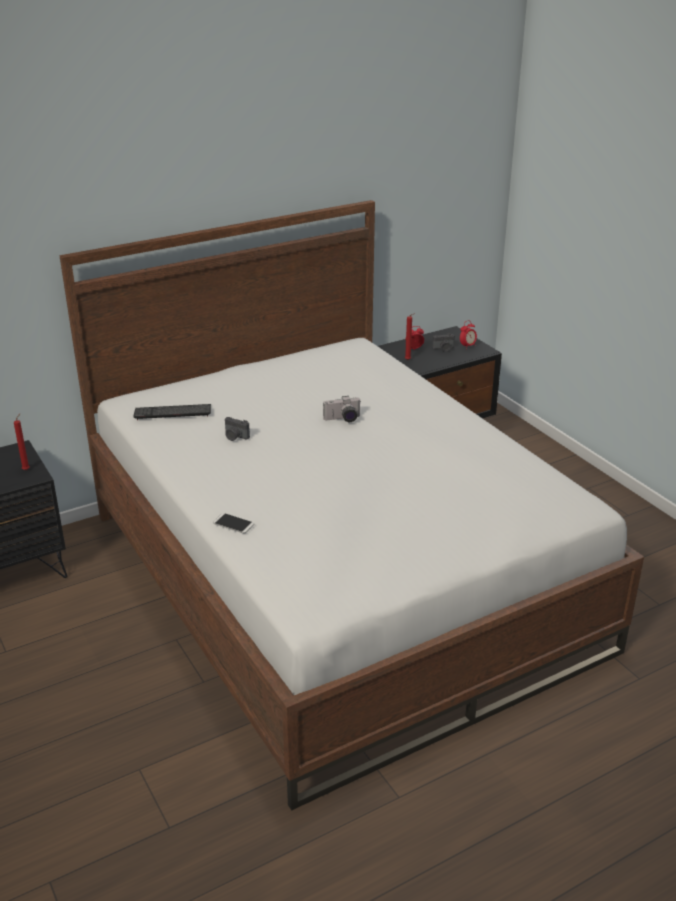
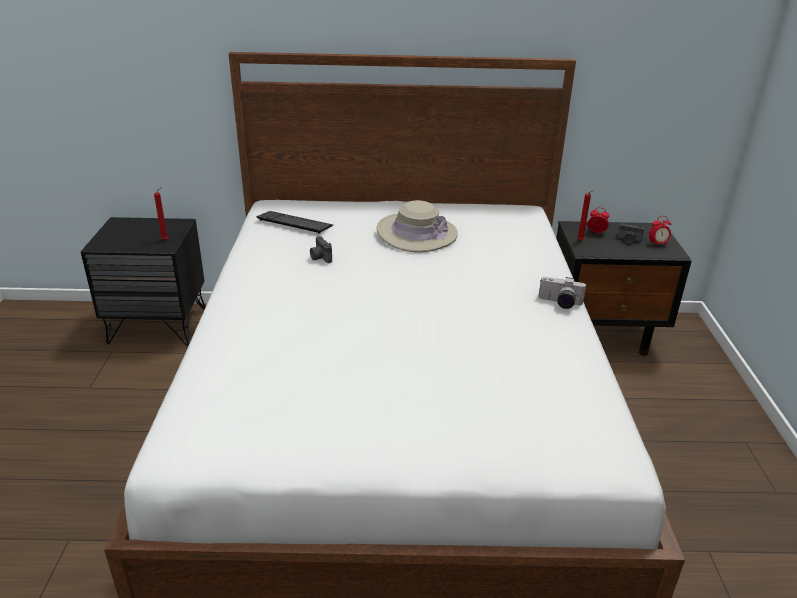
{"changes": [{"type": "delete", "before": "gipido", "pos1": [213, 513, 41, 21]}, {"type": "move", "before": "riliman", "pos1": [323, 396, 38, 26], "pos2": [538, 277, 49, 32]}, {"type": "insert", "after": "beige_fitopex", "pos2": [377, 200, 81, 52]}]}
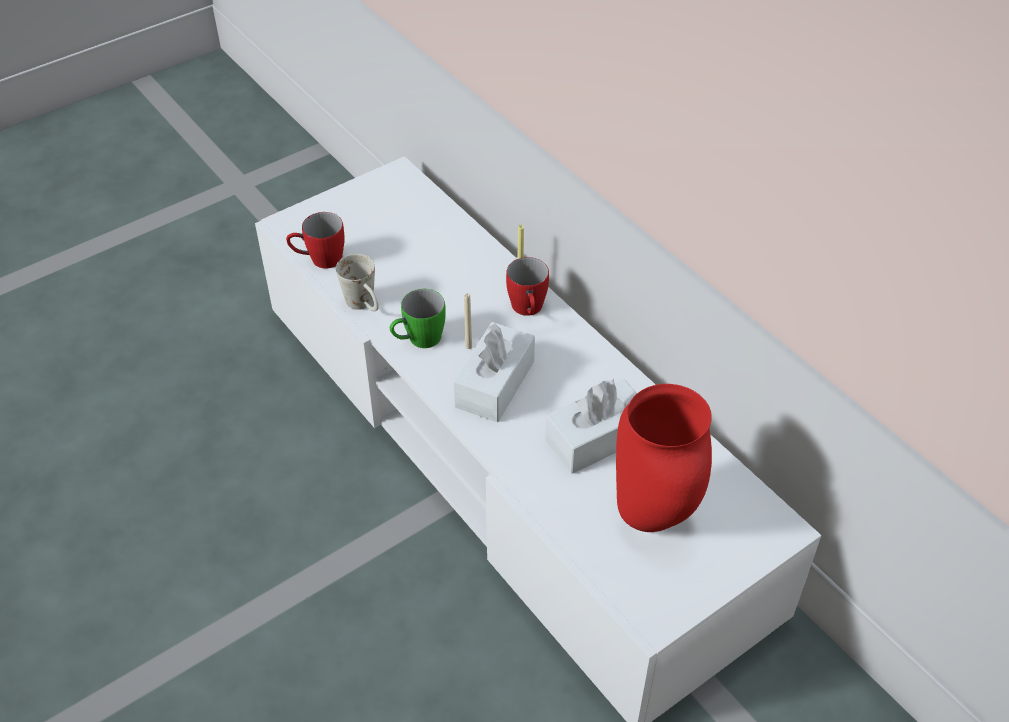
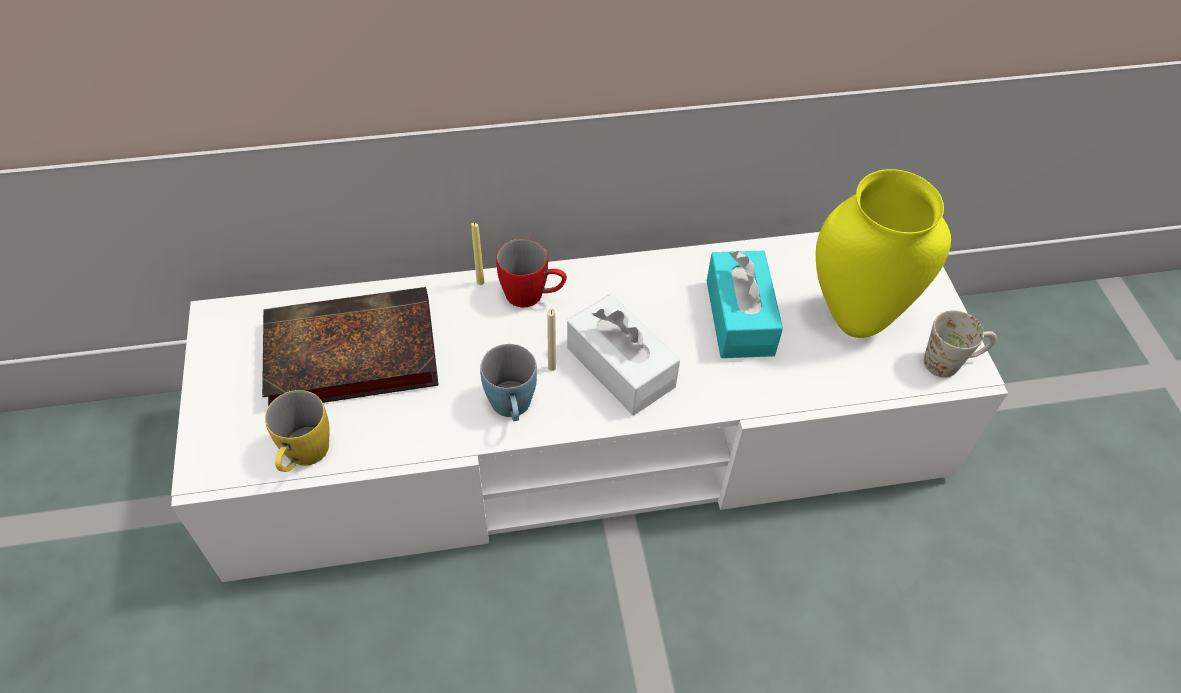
{"changes": [{"type": "recolor", "before": "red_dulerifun", "after": "yellow_dulerifun", "pos1": [286, 212, 59, 56], "pos2": [265, 390, 65, 82]}, {"type": "move", "before": "white_dulerifun", "pos1": [336, 254, 43, 57], "pos2": [924, 310, 73, 68]}, {"type": "recolor", "before": "green_dulerifun", "after": "blue_dulerifun", "pos1": [390, 289, 56, 59], "pos2": [480, 344, 57, 78]}, {"type": "recolor", "before": "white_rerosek", "after": "turquoise_rerosek", "pos1": [545, 379, 92, 95], "pos2": [707, 251, 76, 107]}, {"type": "recolor", "before": "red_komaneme", "after": "yellow_komaneme", "pos1": [616, 384, 96, 148], "pos2": [816, 169, 135, 169]}, {"type": "insert", "after": "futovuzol", "pos2": [262, 287, 177, 120]}]}
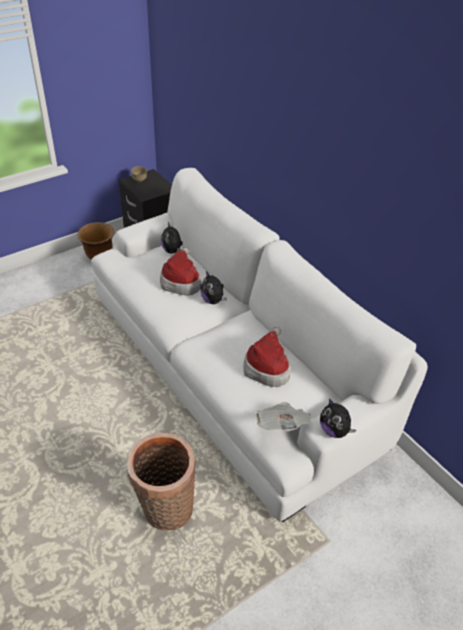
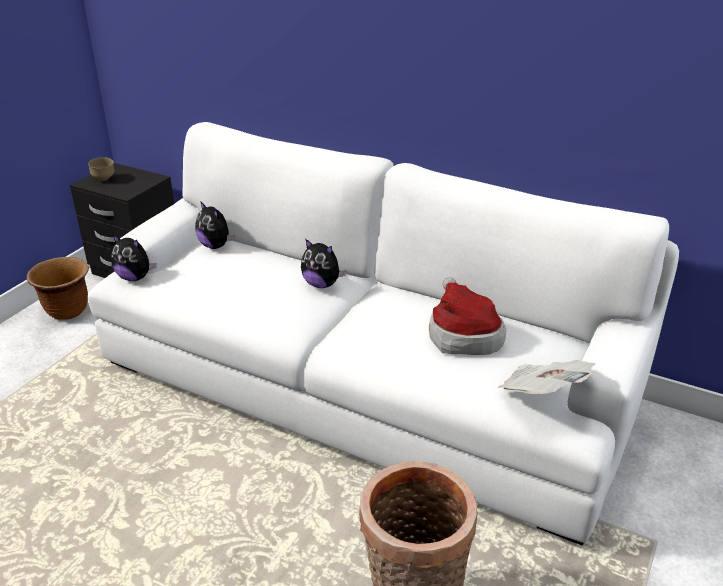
{"changes": [{"type": "delete", "before": "fitopex", "pos1": [160, 247, 41, 49]}, {"type": "move", "before": "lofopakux", "pos1": [320, 399, 36, 39], "pos2": [111, 234, 46, 47]}]}
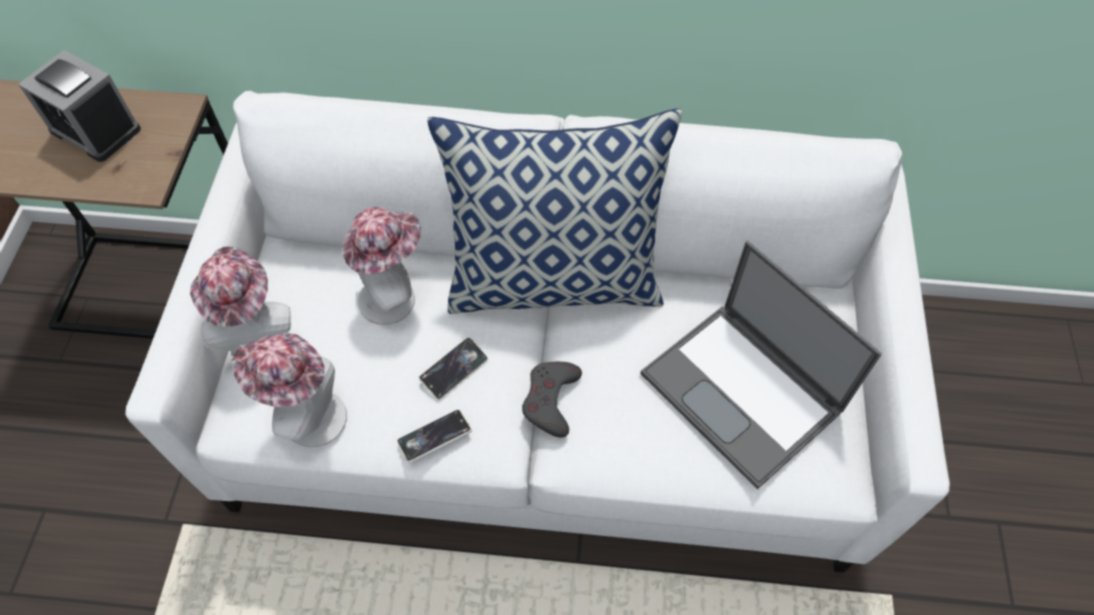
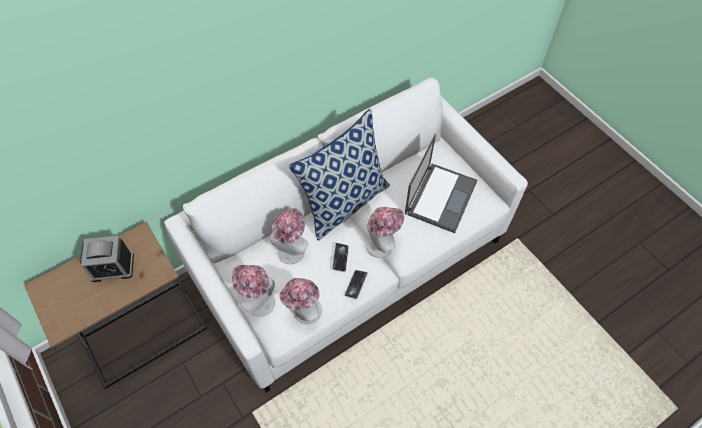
{"changes": [{"type": "replace", "before": "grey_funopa", "after": "fitopex", "pos1": [522, 362, 60, 76], "pos2": [367, 207, 37, 51]}, {"type": "rotate", "before": "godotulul", "pos1": [640, 241, 242, 248], "pos2": [405, 134, 72, 99], "turn": -75}]}
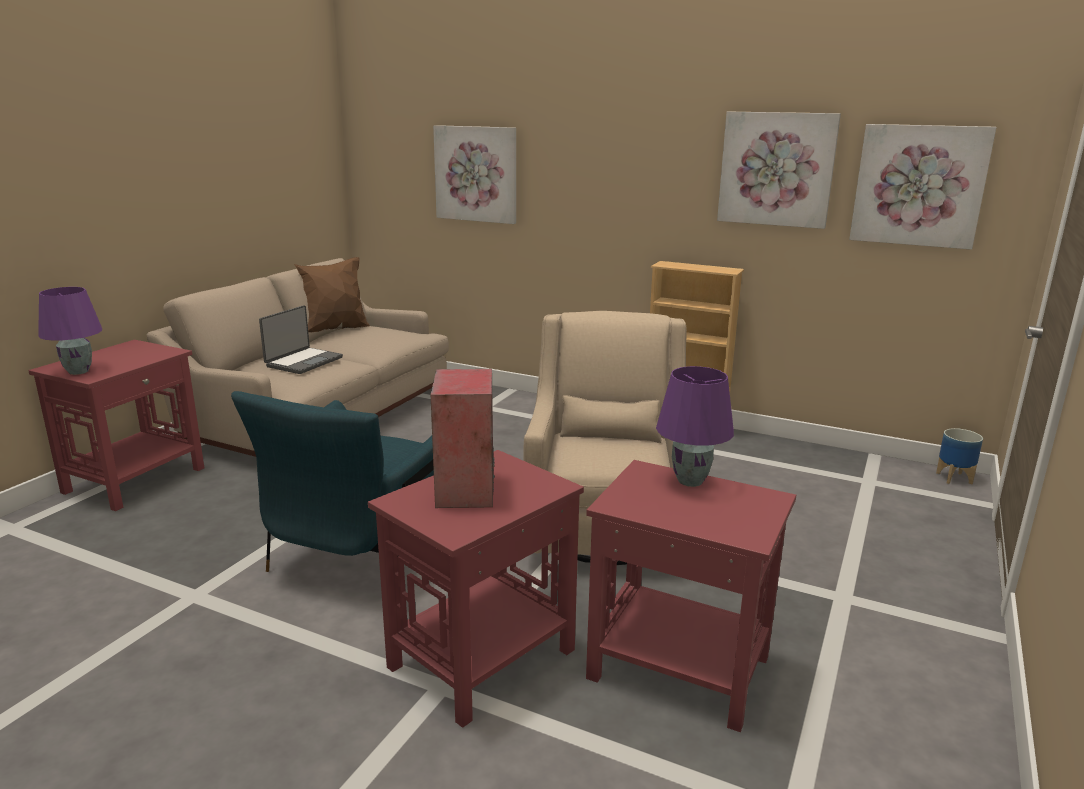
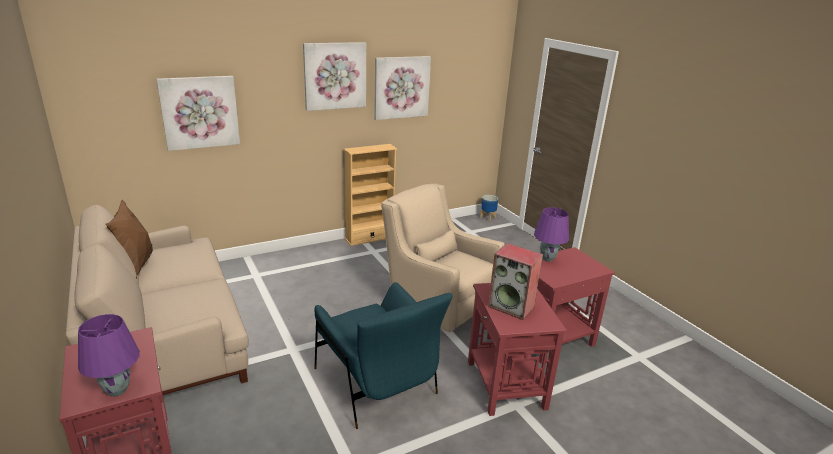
{"changes": [{"type": "delete", "before": "godotulul", "pos1": [259, 305, 84, 69]}, {"type": "move", "before": "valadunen", "pos1": [849, 124, 148, 126], "pos2": [303, 42, 63, 69]}]}
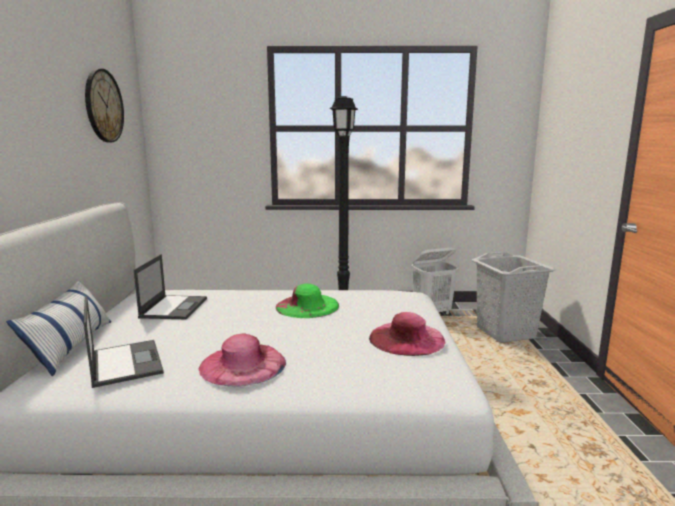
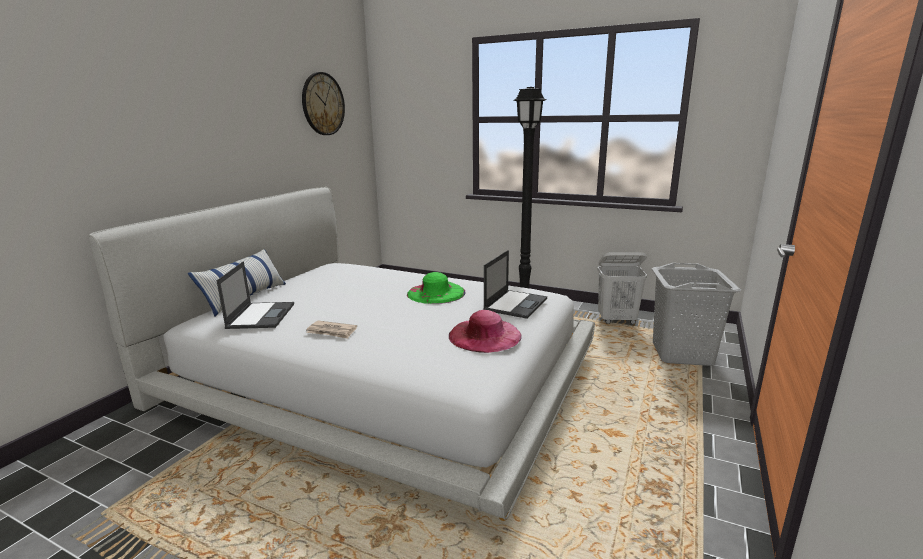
{"changes": [{"type": "move", "before": "godotulul", "pos1": [134, 254, 73, 65], "pos2": [483, 250, 64, 69]}, {"type": "replace", "before": "pink_fitopex", "after": "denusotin", "pos1": [199, 334, 87, 53], "pos2": [306, 321, 51, 18]}]}
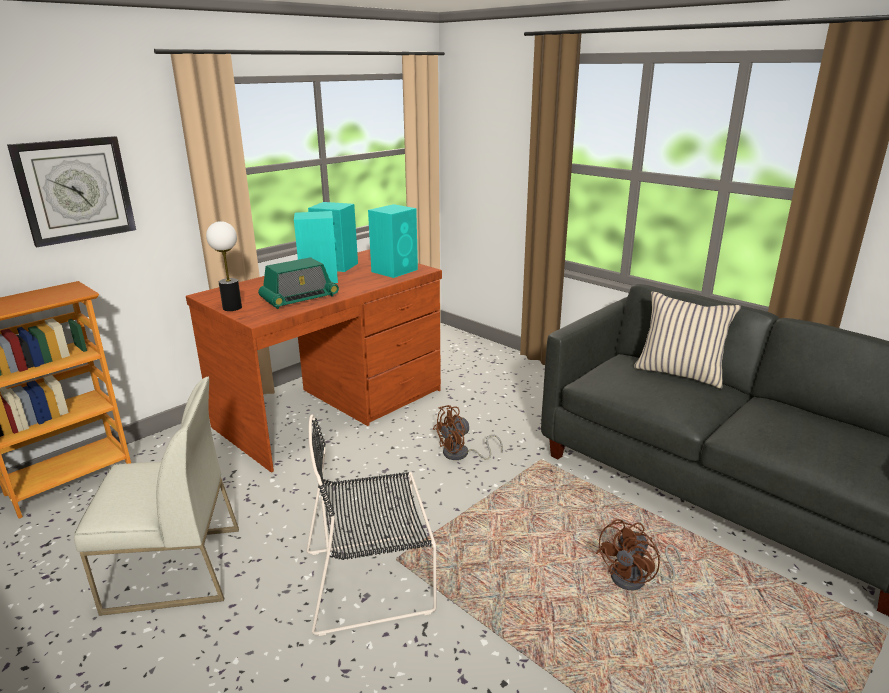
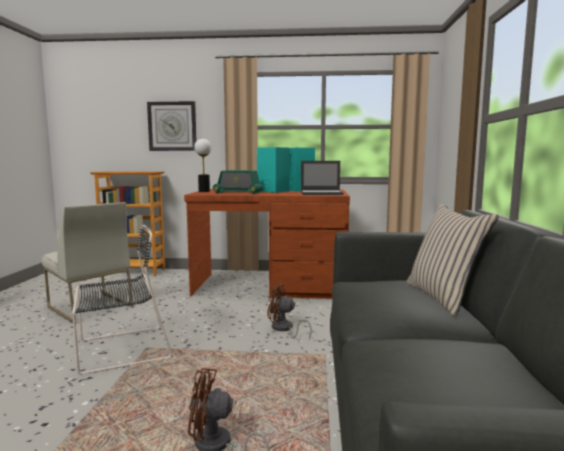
{"changes": [{"type": "rotate", "before": "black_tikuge", "pos1": [306, 415, 130, 221], "pos2": [72, 225, 100, 150], "turn": 120}, {"type": "replace", "before": "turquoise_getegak", "after": "godotulul", "pos1": [368, 204, 50, 74], "pos2": [301, 161, 43, 34]}]}
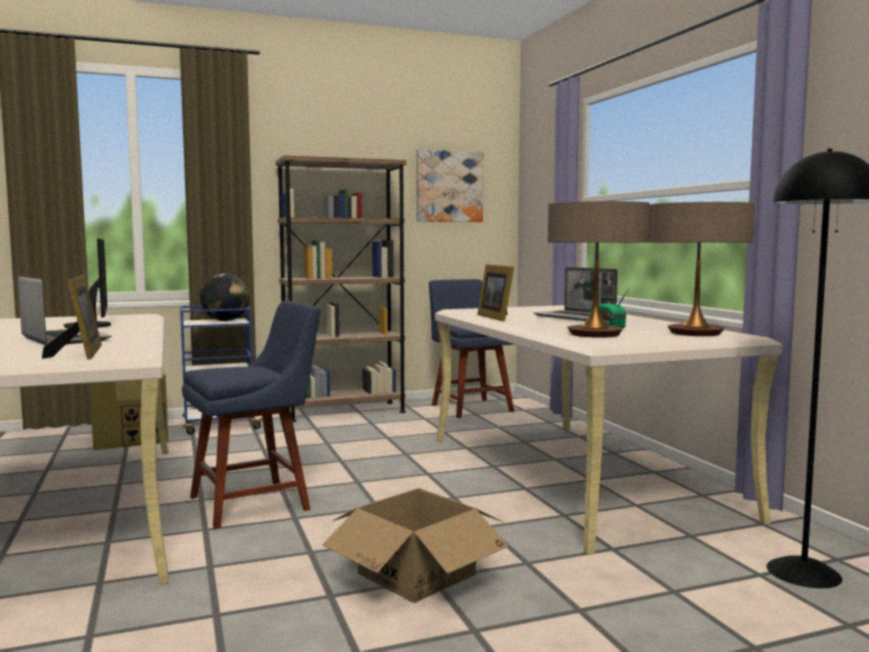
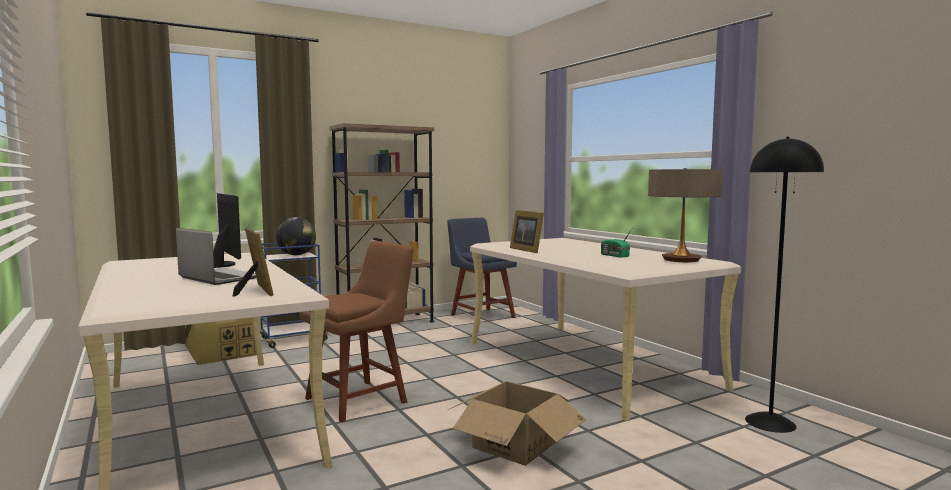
{"changes": [{"type": "recolor", "before": "blue_tikuge", "after": "brown_tikuge", "pos1": [182, 300, 138, 229], "pos2": [299, 241, 115, 181]}, {"type": "delete", "before": "valadunen", "pos1": [416, 149, 67, 73]}, {"type": "delete", "before": "godotulul", "pos1": [534, 267, 84, 54]}, {"type": "delete", "before": "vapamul", "pos1": [548, 201, 102, 137]}]}
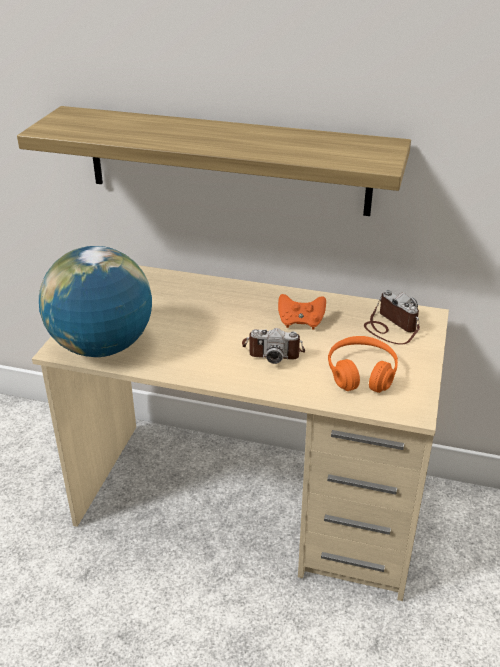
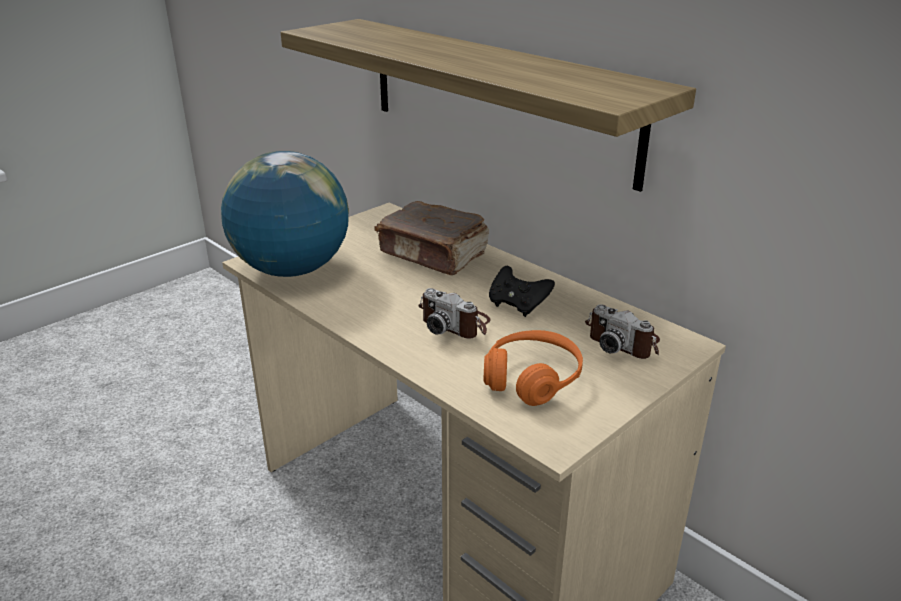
{"changes": [{"type": "recolor", "before": "orange_funopa", "after": "black_funopa", "pos1": [278, 294, 48, 35], "pos2": [489, 266, 66, 51]}, {"type": "rotate", "before": "riliman", "pos1": [364, 290, 56, 55], "pos2": [585, 304, 75, 55], "turn": 135}, {"type": "insert", "after": "brown_futovuzol", "pos2": [375, 201, 114, 74]}]}
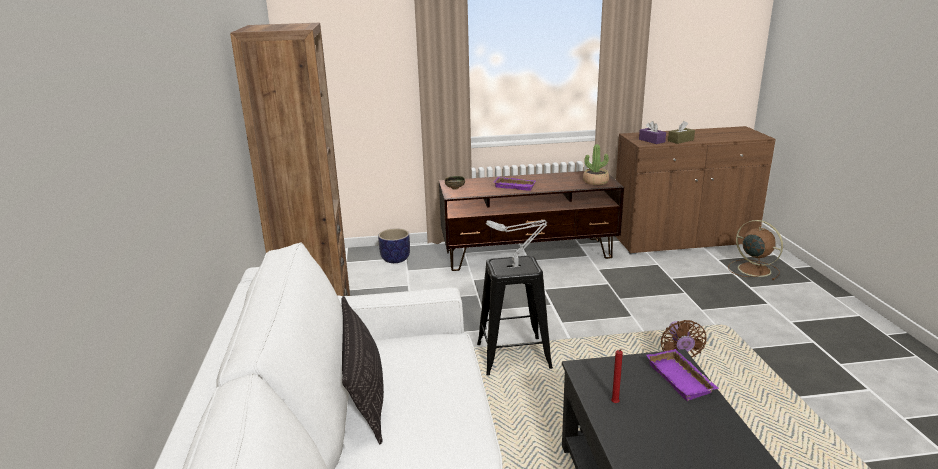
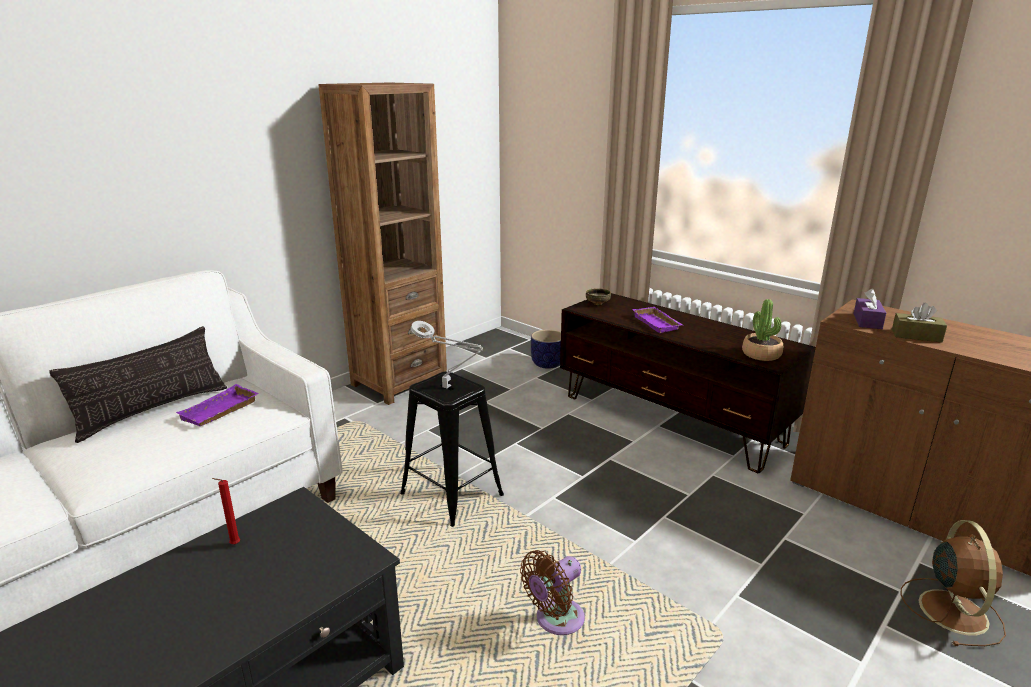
{"changes": [{"type": "move", "before": "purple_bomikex", "pos1": [646, 349, 73, 52], "pos2": [176, 384, 82, 42]}]}
